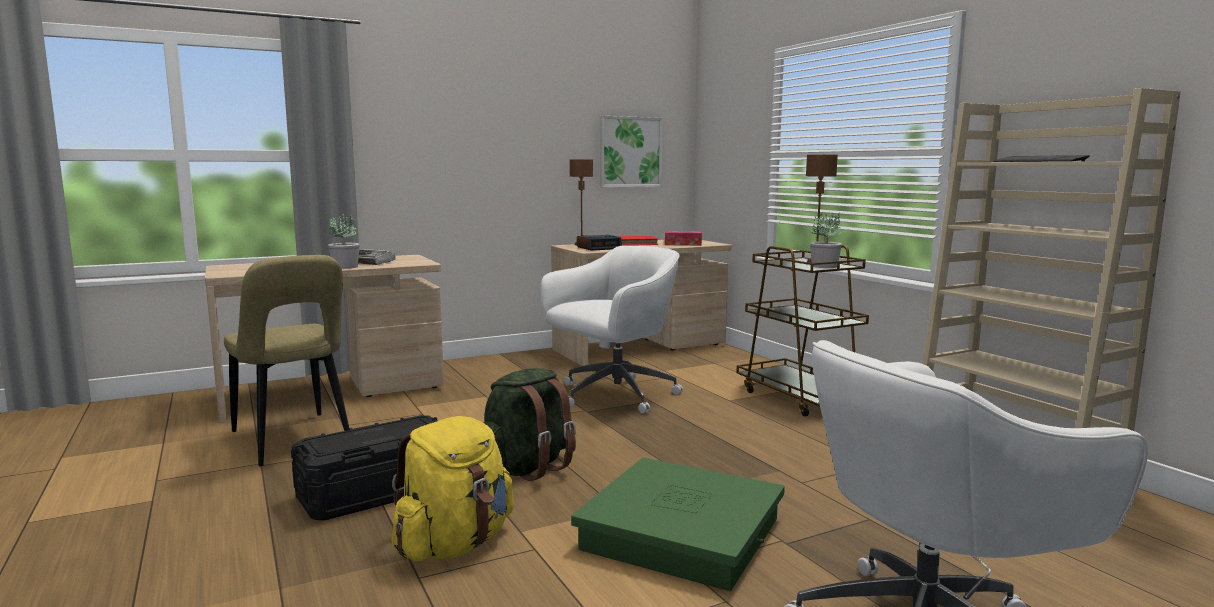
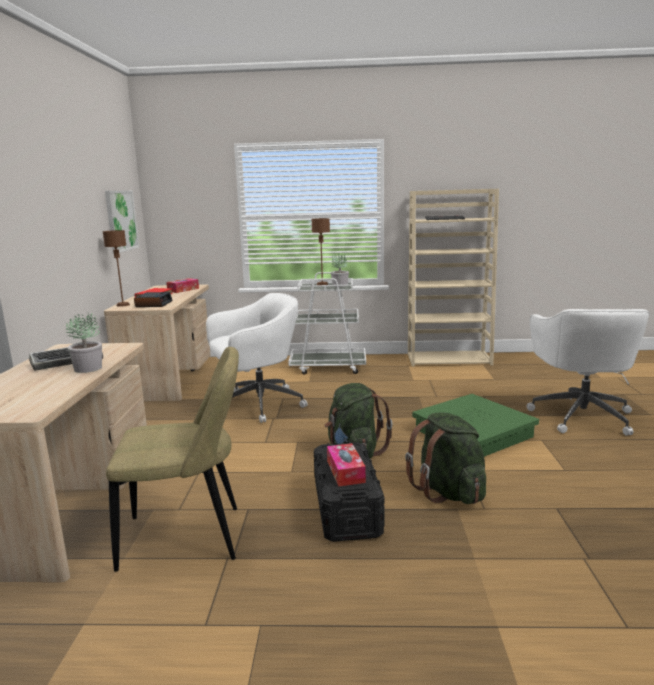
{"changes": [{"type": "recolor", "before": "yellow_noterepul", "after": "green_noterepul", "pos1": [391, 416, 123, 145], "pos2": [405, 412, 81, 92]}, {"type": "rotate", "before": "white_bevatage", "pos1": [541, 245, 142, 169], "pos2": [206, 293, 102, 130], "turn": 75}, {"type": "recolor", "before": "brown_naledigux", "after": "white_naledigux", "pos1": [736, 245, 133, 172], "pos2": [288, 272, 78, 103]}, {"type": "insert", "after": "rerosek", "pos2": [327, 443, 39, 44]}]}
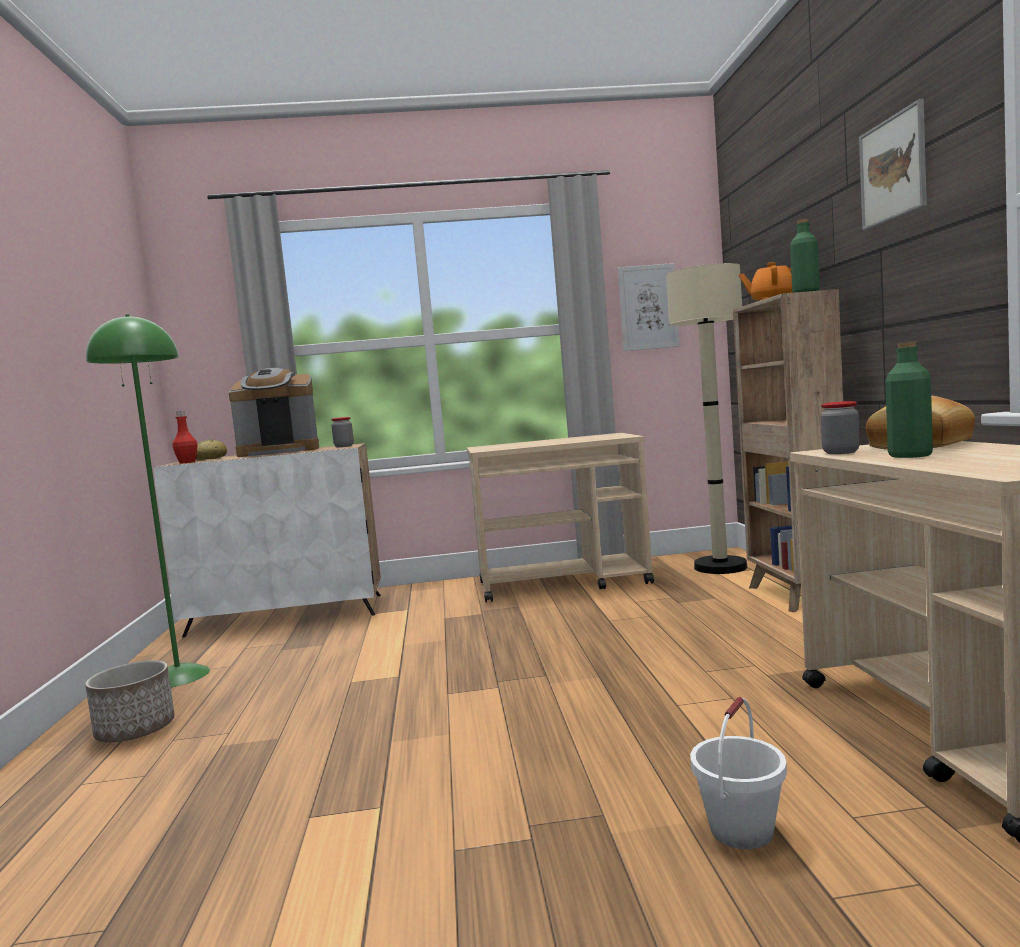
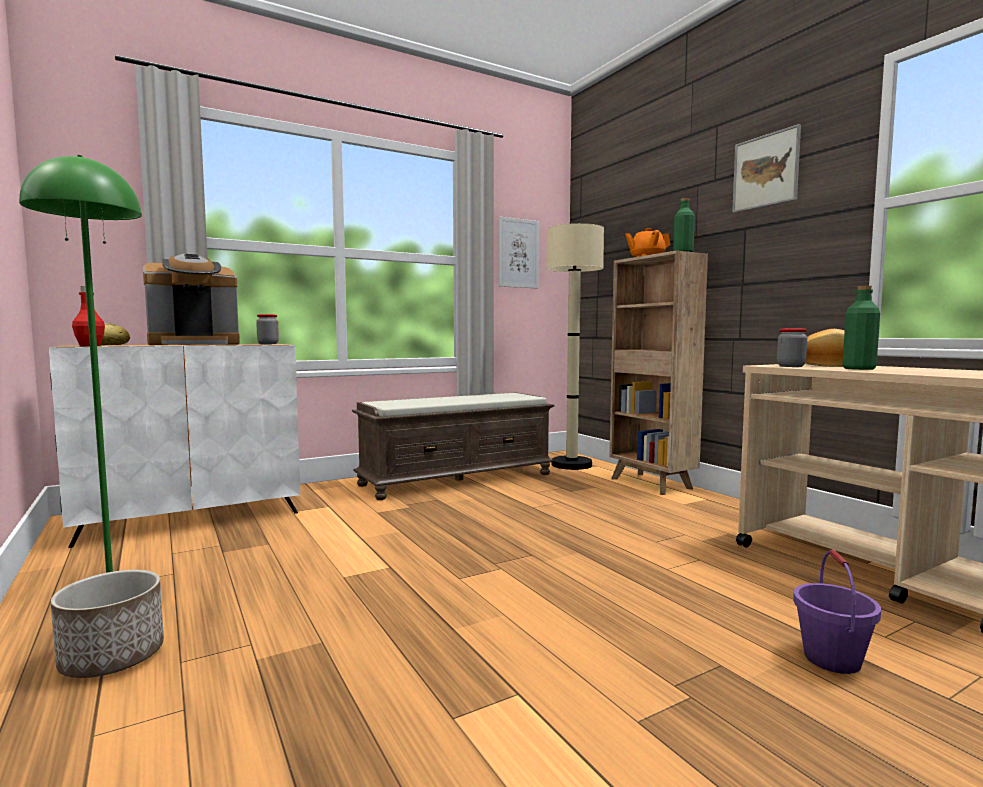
{"changes": [{"type": "replace", "before": "beige_naledigux", "after": "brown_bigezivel", "pos1": [467, 433, 187, 169], "pos2": [352, 392, 203, 108]}, {"type": "recolor", "before": "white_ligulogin", "after": "purple_ligulogin", "pos1": [690, 697, 97, 152], "pos2": [793, 550, 88, 124]}]}
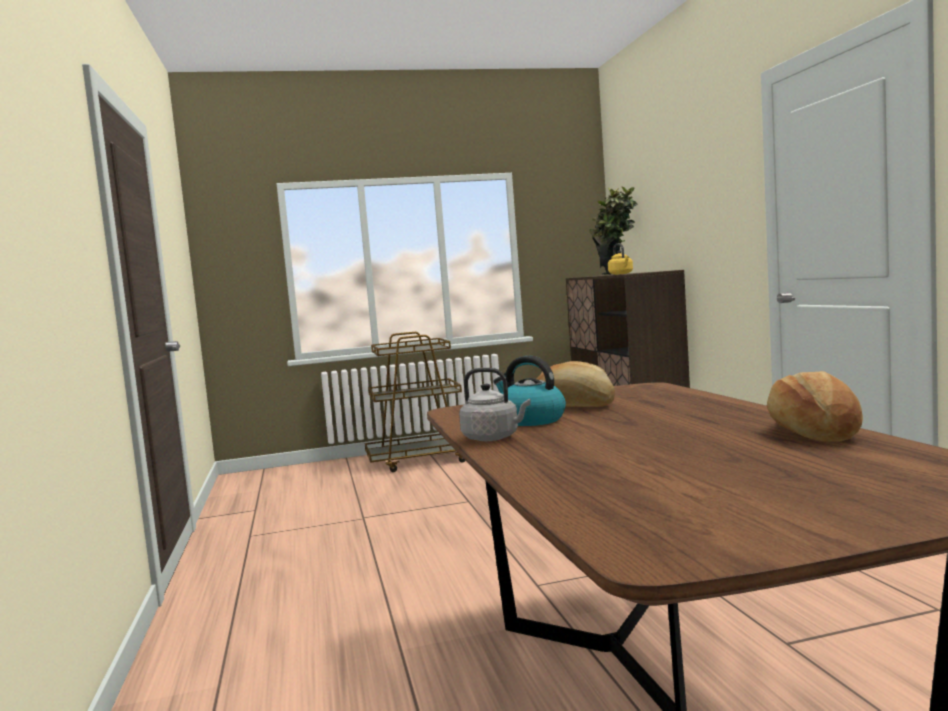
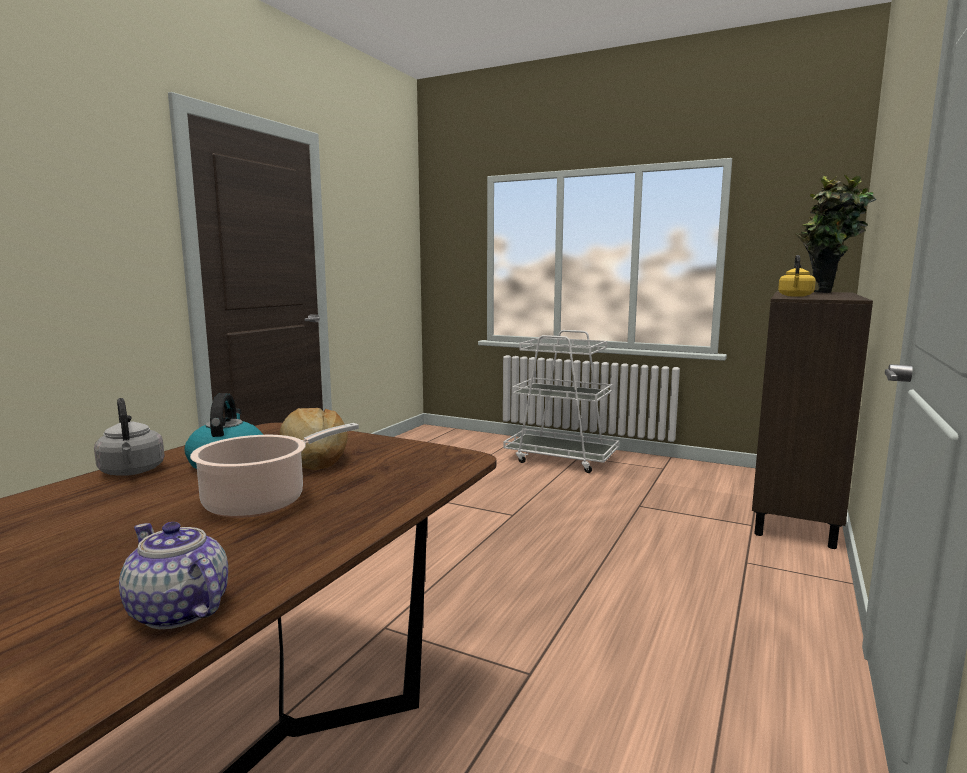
{"changes": [{"type": "recolor", "before": "brown_naledigux", "after": "white_naledigux", "pos1": [365, 332, 101, 140], "pos2": [503, 330, 116, 143]}, {"type": "replace", "before": "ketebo", "after": "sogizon", "pos1": [767, 371, 96, 71], "pos2": [119, 522, 109, 107]}, {"type": "insert", "after": "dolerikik", "pos2": [190, 423, 169, 95]}]}
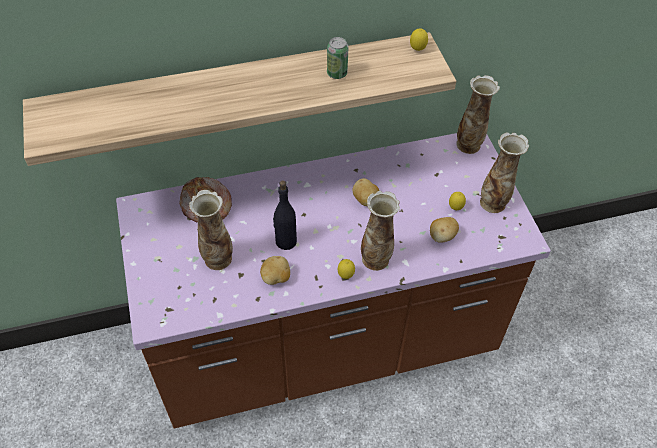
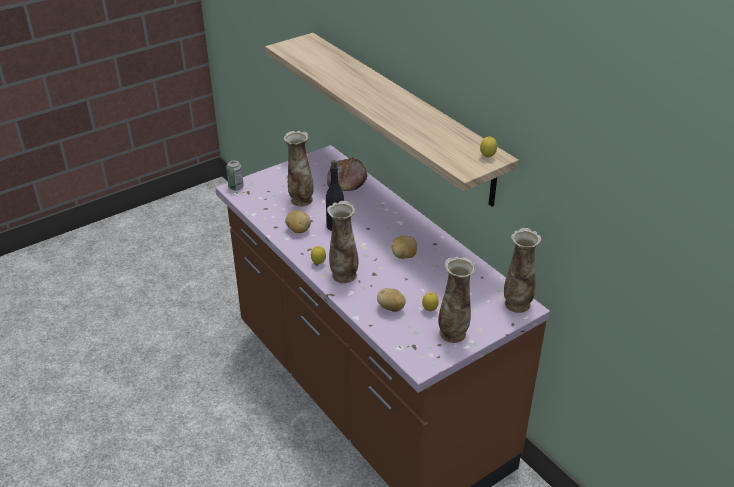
{"changes": [{"type": "move", "before": "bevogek", "pos1": [327, 37, 22, 42], "pos2": [226, 160, 18, 31]}]}
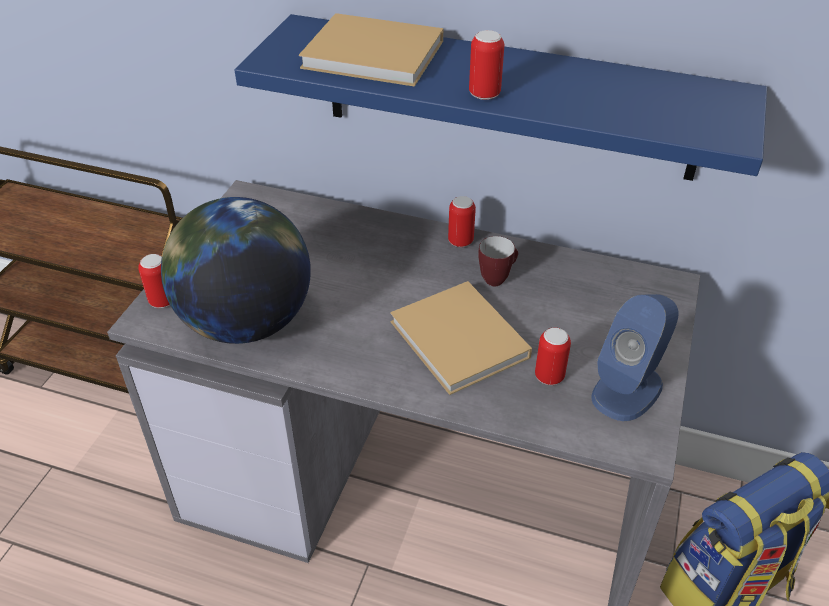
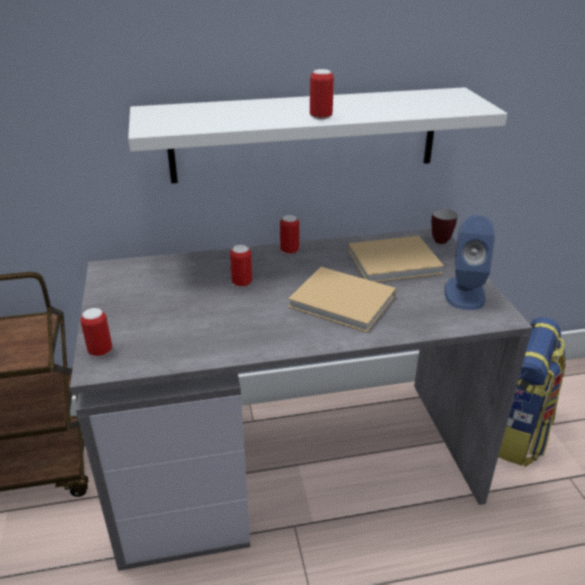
{"changes": [{"type": "delete", "before": "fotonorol", "pos1": [161, 197, 150, 147]}, {"type": "recolor", "before": "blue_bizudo", "after": "white_bizudo", "pos1": [235, 14, 532, 167], "pos2": [128, 87, 379, 96]}, {"type": "move", "before": "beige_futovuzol", "pos1": [299, 13, 144, 74], "pos2": [348, 236, 96, 46]}, {"type": "move", "before": "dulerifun", "pos1": [478, 236, 40, 50], "pos2": [431, 209, 26, 35]}, {"type": "move", "before": "bevogek", "pos1": [535, 327, 36, 58], "pos2": [230, 245, 22, 42]}]}
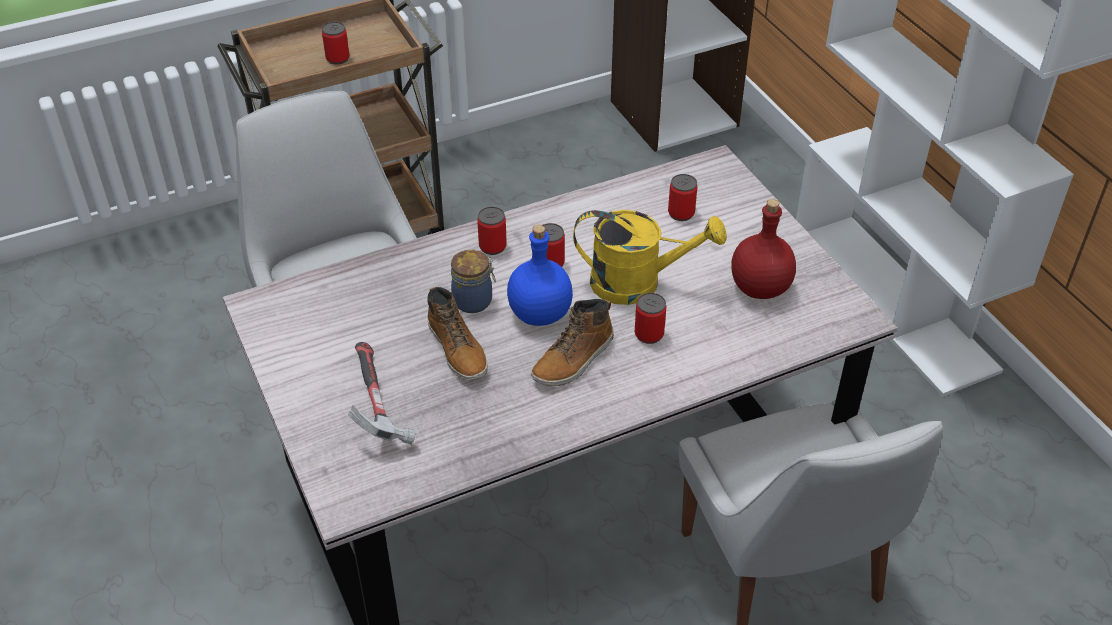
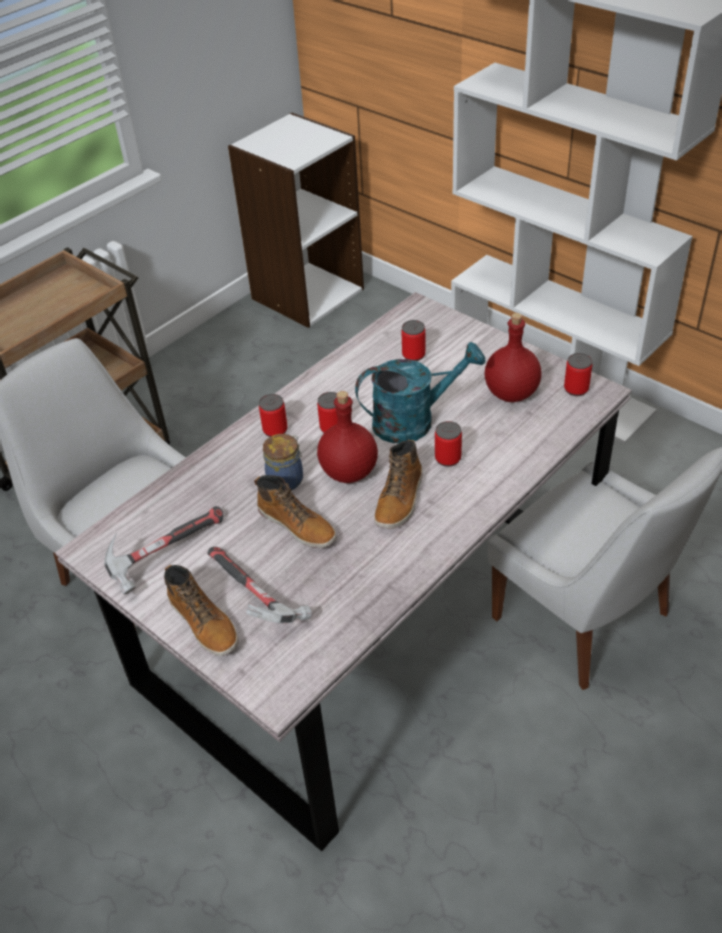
{"changes": [{"type": "move", "before": "bevogek", "pos1": [322, 22, 27, 43], "pos2": [564, 353, 28, 43]}, {"type": "recolor", "before": "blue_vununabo", "after": "red_vununabo", "pos1": [507, 225, 66, 101], "pos2": [317, 391, 61, 92]}, {"type": "recolor", "before": "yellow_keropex", "after": "turquoise_keropex", "pos1": [573, 210, 154, 95], "pos2": [355, 342, 131, 101]}, {"type": "insert", "after": "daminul", "pos2": [104, 506, 119, 89]}, {"type": "insert", "after": "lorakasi", "pos2": [164, 565, 75, 91]}]}
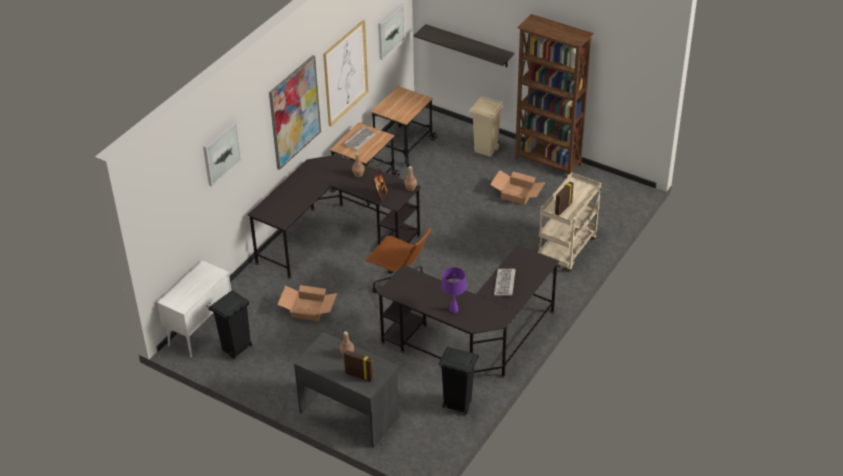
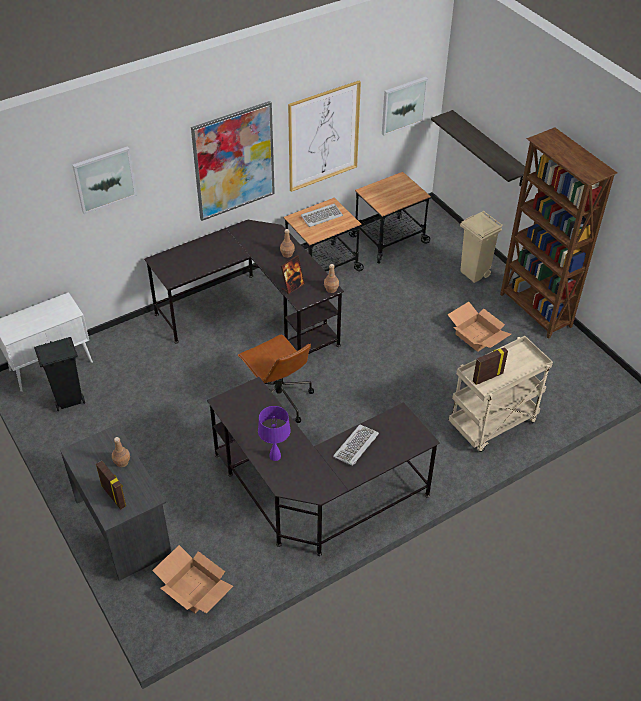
{"changes": [{"type": "move", "before": "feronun", "pos1": [277, 285, 60, 36], "pos2": [152, 545, 81, 69]}, {"type": "delete", "before": "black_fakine", "pos1": [439, 347, 40, 67]}]}
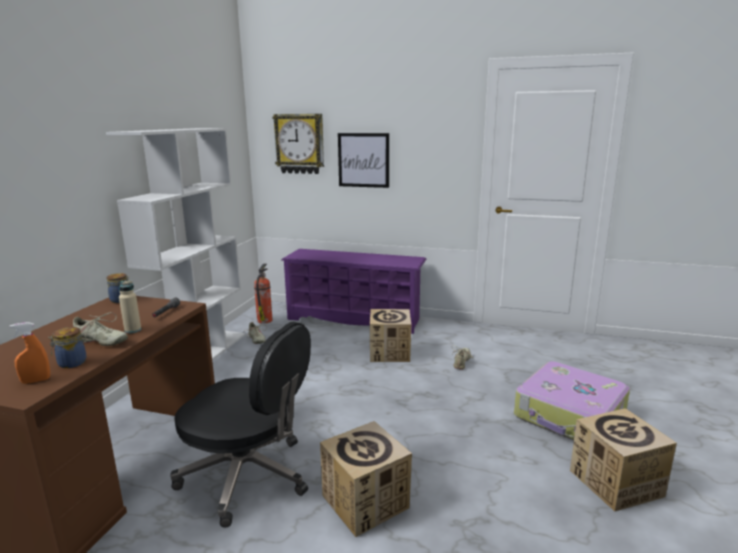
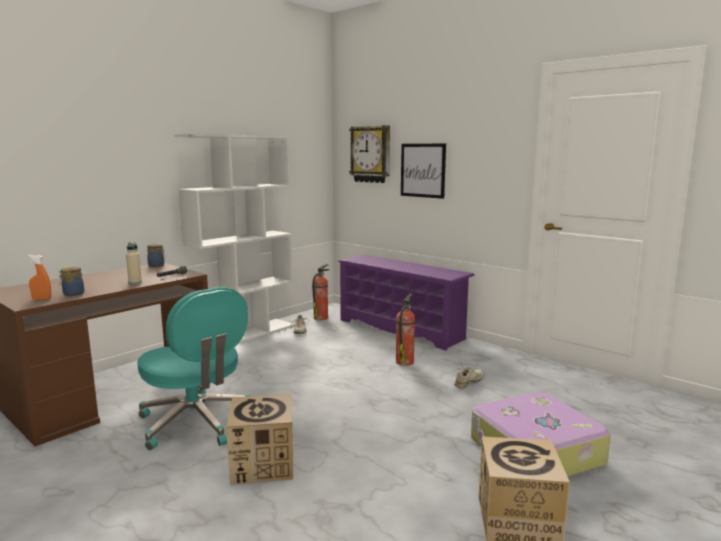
{"changes": [{"type": "delete", "before": "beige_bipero", "pos1": [73, 312, 55, 34]}, {"type": "recolor", "before": "black_bevatage", "after": "turquoise_bevatage", "pos1": [170, 322, 141, 205], "pos2": [137, 287, 114, 163]}, {"type": "replace", "before": "feronun", "after": "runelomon", "pos1": [370, 309, 41, 53], "pos2": [396, 294, 19, 72]}]}
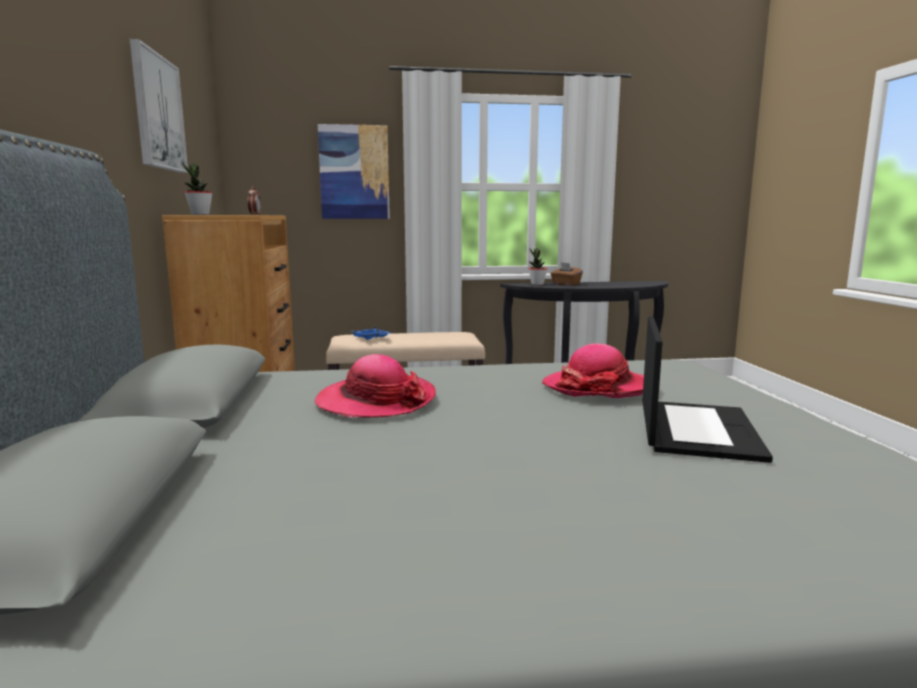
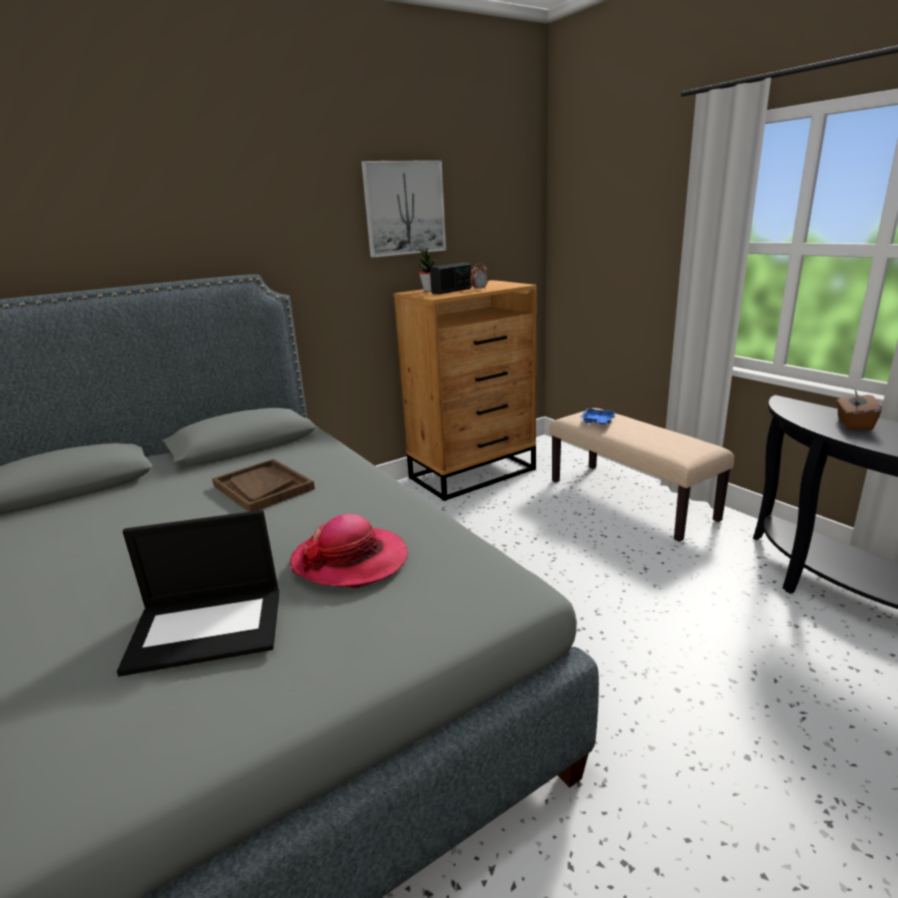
{"changes": [{"type": "replace", "before": "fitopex", "after": "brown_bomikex", "pos1": [315, 354, 121, 64], "pos2": [212, 459, 103, 53]}, {"type": "delete", "before": "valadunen", "pos1": [318, 124, 72, 95]}, {"type": "delete", "before": "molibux", "pos1": [528, 248, 19, 37]}, {"type": "insert", "after": "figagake", "pos2": [430, 263, 41, 31]}]}
